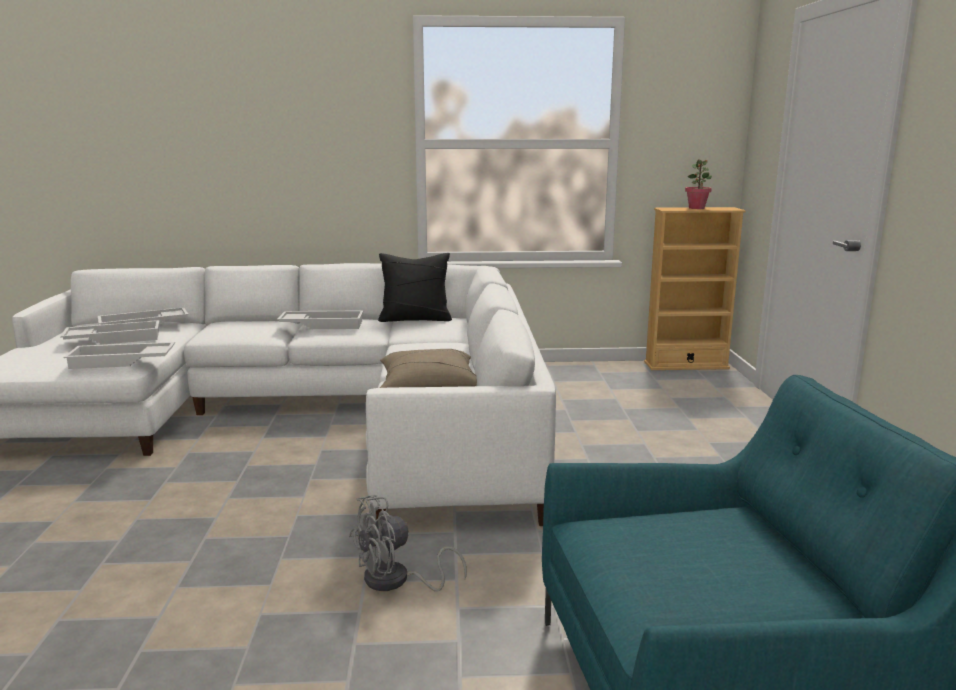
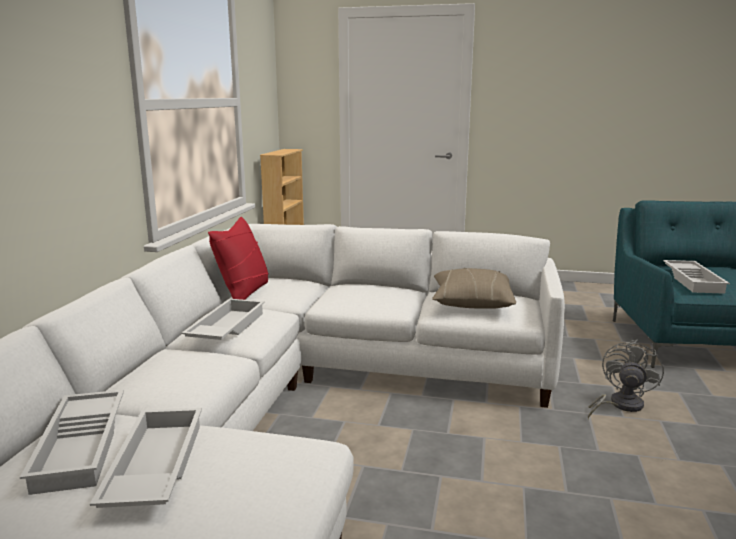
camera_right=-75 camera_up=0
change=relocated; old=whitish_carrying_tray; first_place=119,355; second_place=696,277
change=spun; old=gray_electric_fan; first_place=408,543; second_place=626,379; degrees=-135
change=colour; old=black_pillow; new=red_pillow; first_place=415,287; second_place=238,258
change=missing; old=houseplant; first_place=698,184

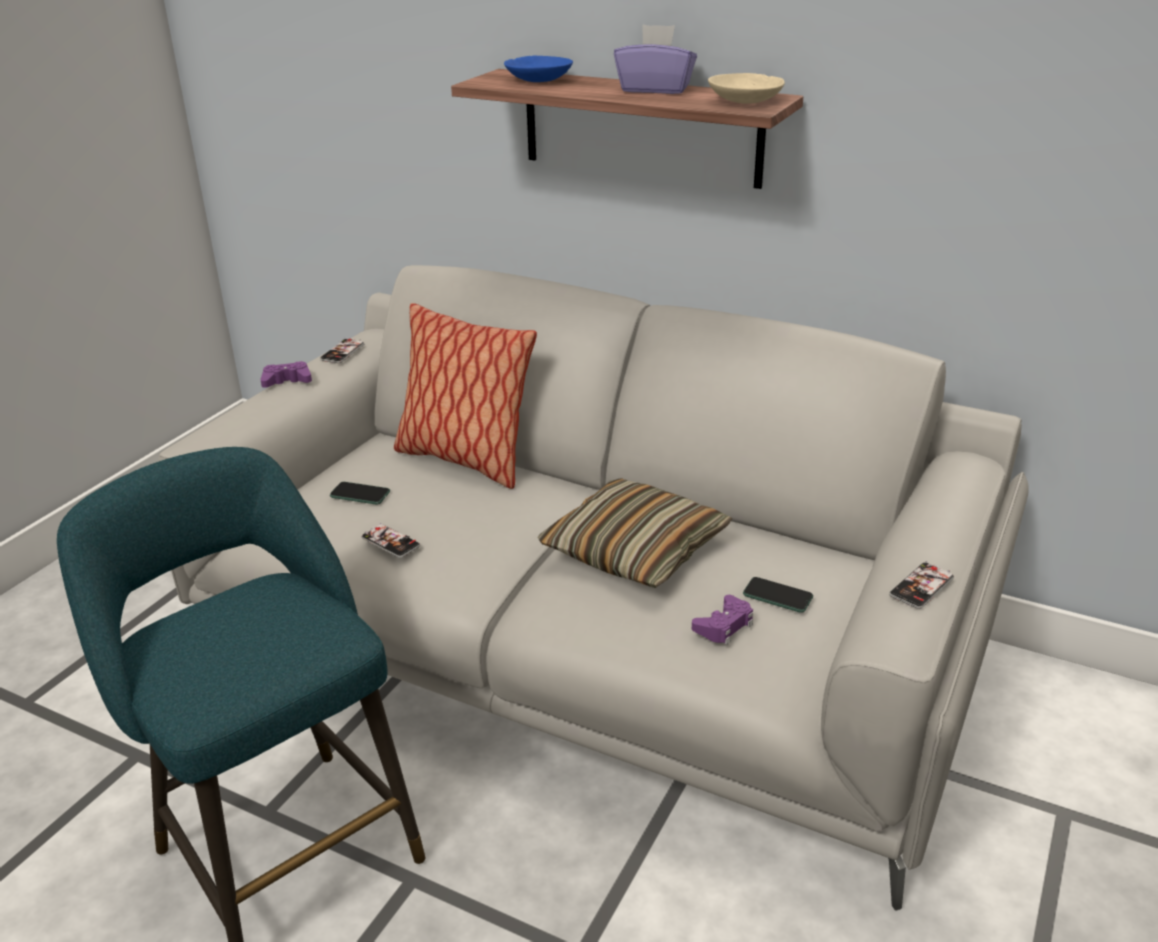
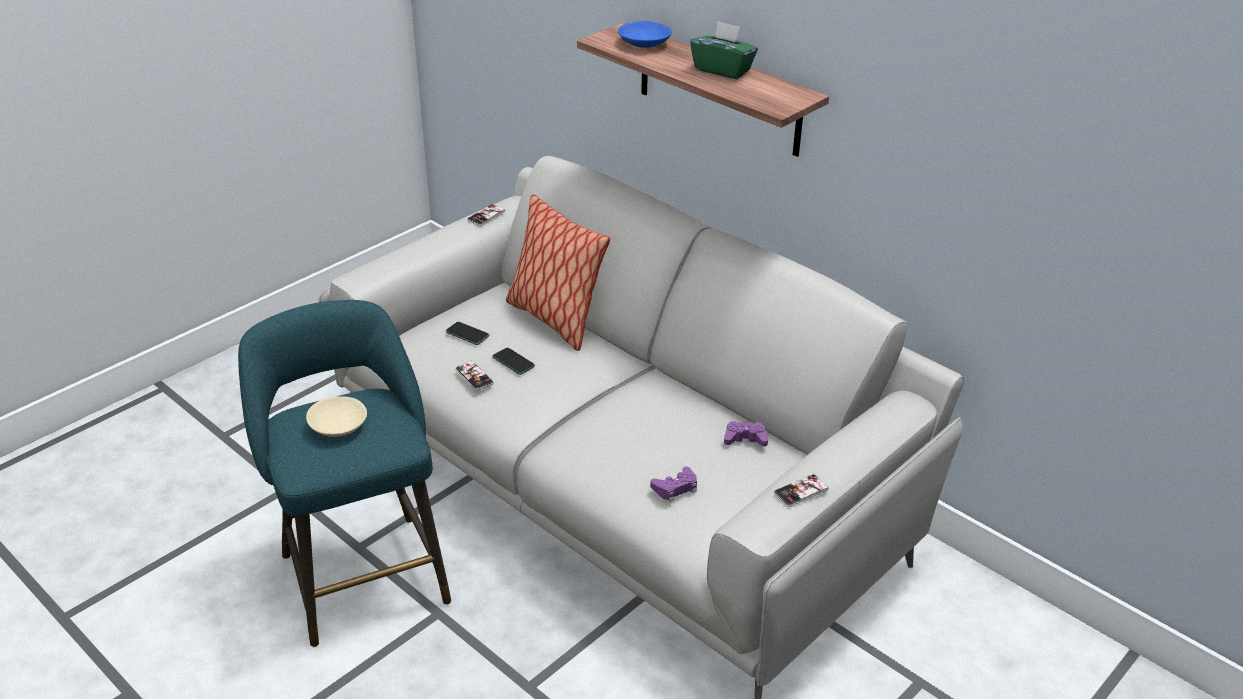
camera_right=15 camera_up=5
change=relocated; old=purple-coloured_gamepad; first_place=286,374; second_place=746,433
change=missing; old=pillow; first_place=635,533
change=colour; old=purple-coloured_tissue_box; new=green-coloured_tissue_box; first_place=655,59; second_place=724,50
change=relocated; old=sand-coloured_bowl; first_place=746,88; second_place=336,416
change=relocated; old=phone; first_place=778,595; second_place=513,361

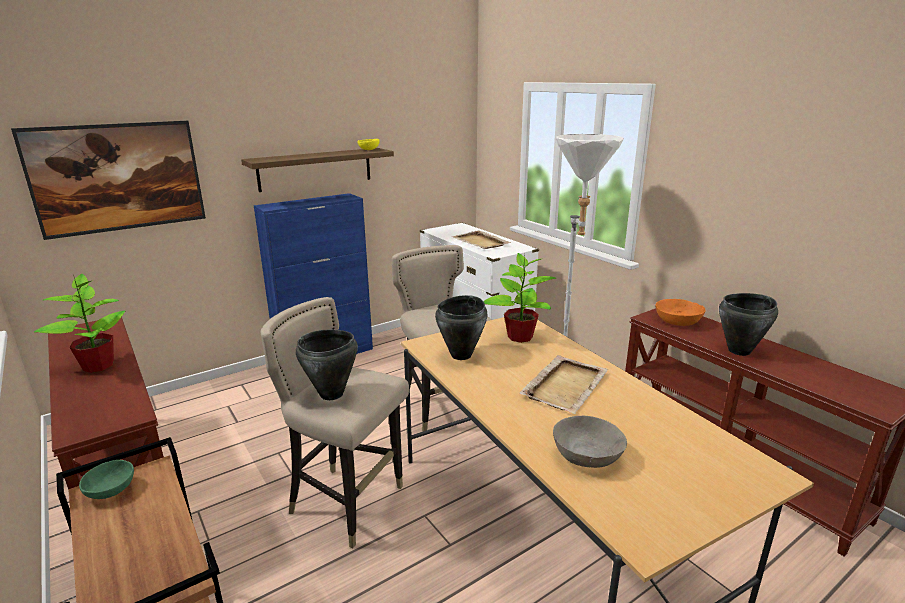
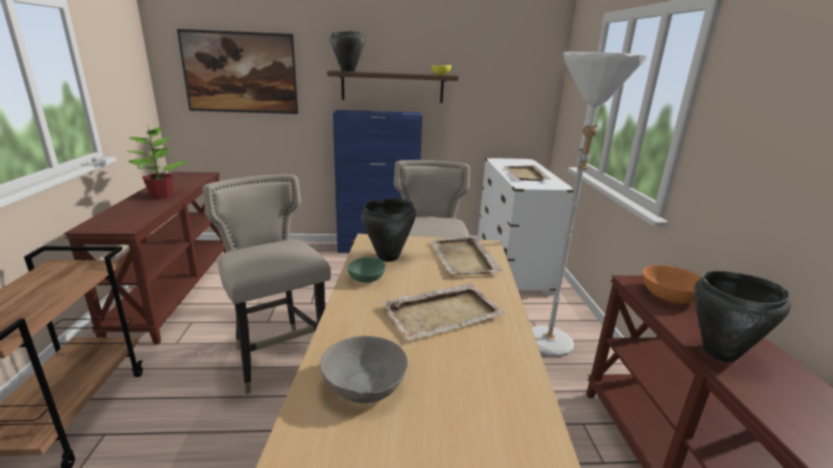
camera_right=30 camera_up=0
change=relocated; old=green-coloured_bowl; first_place=106,479; second_place=367,270
change=relocated; old=black_stockpot; first_place=327,365; second_place=347,51
change=exchanged; old=houseplant; new=sand-coloured_carrying_tray; first_place=520,298; second_place=466,255

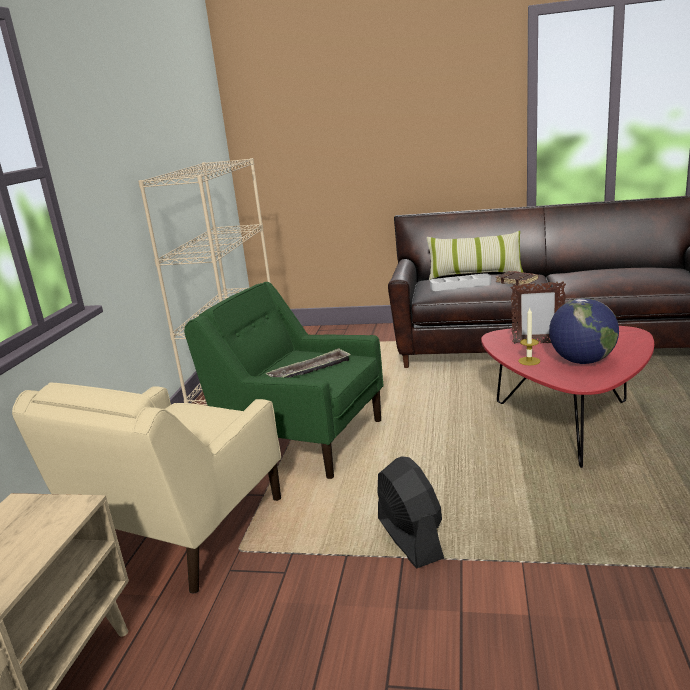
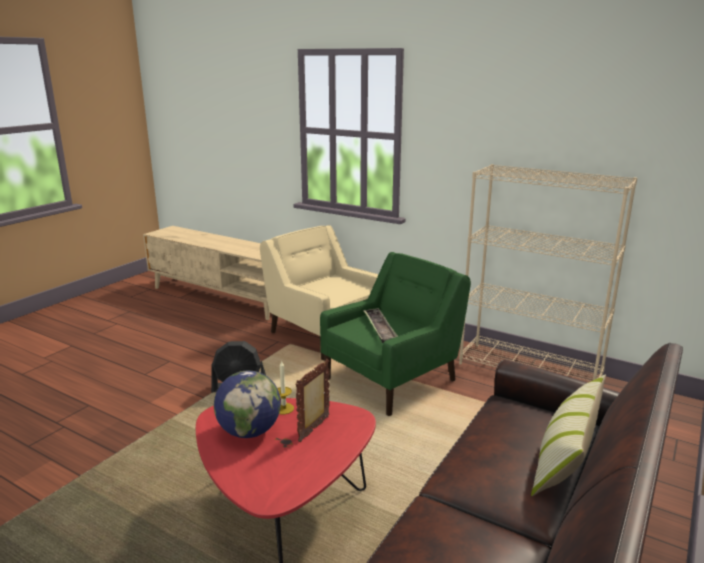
camera_right=110 camera_up=0
change=missing; old=gray_carrying_tray; first_place=460,282
change=missing; old=brown_book; first_place=517,278

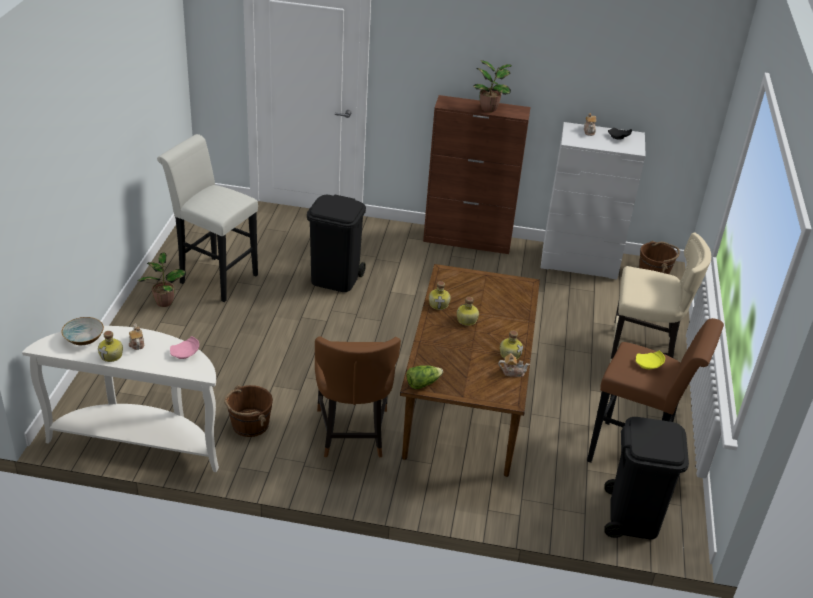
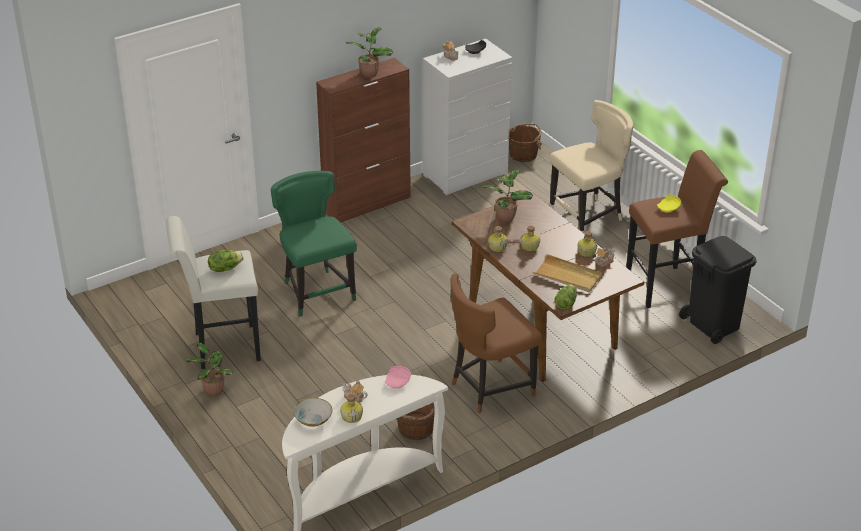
camera_right=-40 camera_up=0
change=exchanged; old=black_waste_bin; new=green-coloured_upright_chair; first_place=336,243; second_place=314,244
change=spun; old=brown_upright_chair; first_place=358,397; second_place=496,344; degrees=105
change=appeared; new=lettuce; second_place=225,261
change=appeared; new=houseplant; second_place=507,195
change=appeared; new=sand-coloured_carrying_tray; second_place=567,273

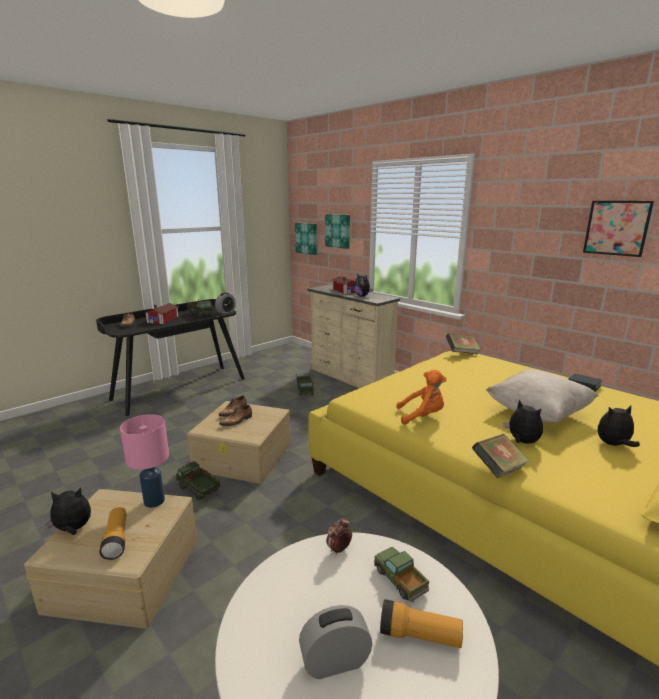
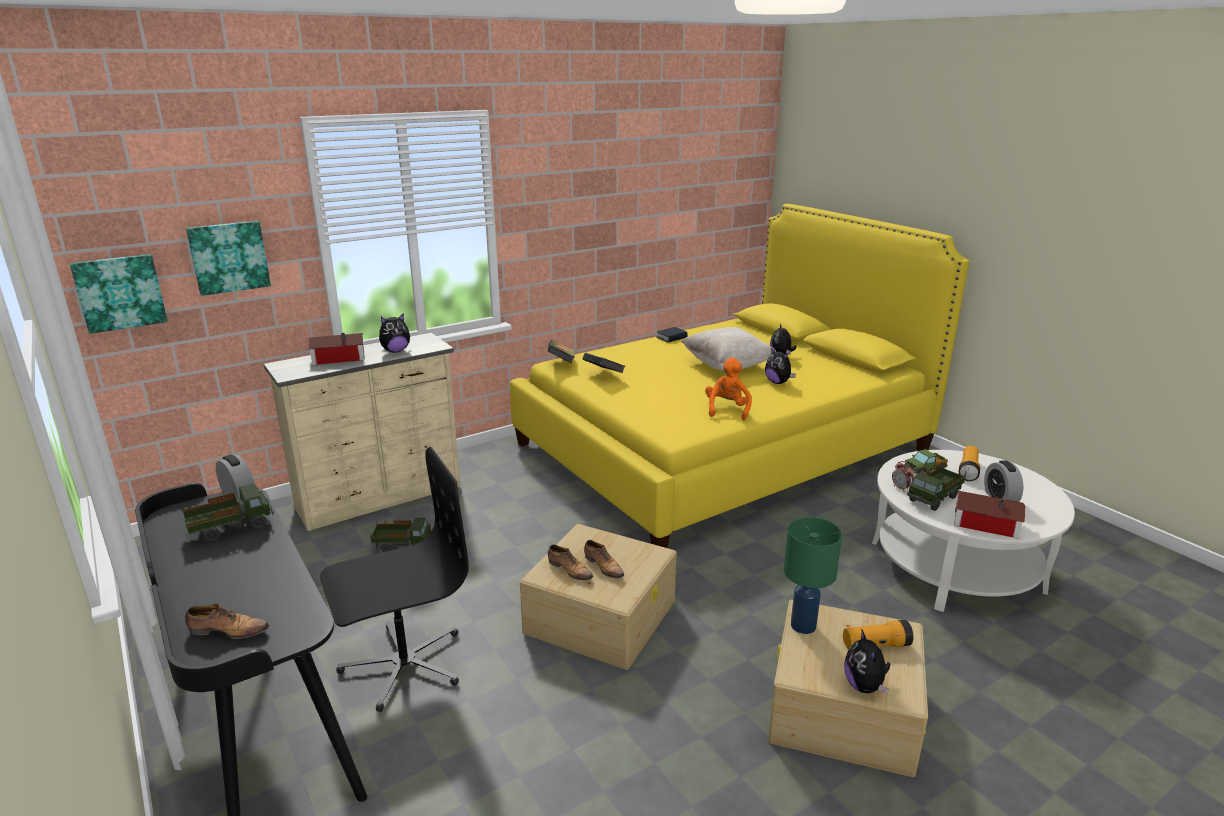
camera_right=-80 camera_up=5
change=colour; old=pink_tabletop_lamp; new=green-coloured_tabletop_lamp; first_place=144,461; second_place=813,575
change=relocated; old=model_house; first_place=161,313; second_place=989,515
change=relocated; old=model_truck; first_place=198,481; second_place=936,486
change=relocated; old=book; first_place=500,456; second_place=604,363
change=spun; old=plush_toy; first_place=523,422; second_place=780,365; degrees=-105
change=missing; old=wall_picture; first_place=618,229
change=appeared; new=black_office_chair; second_place=394,579

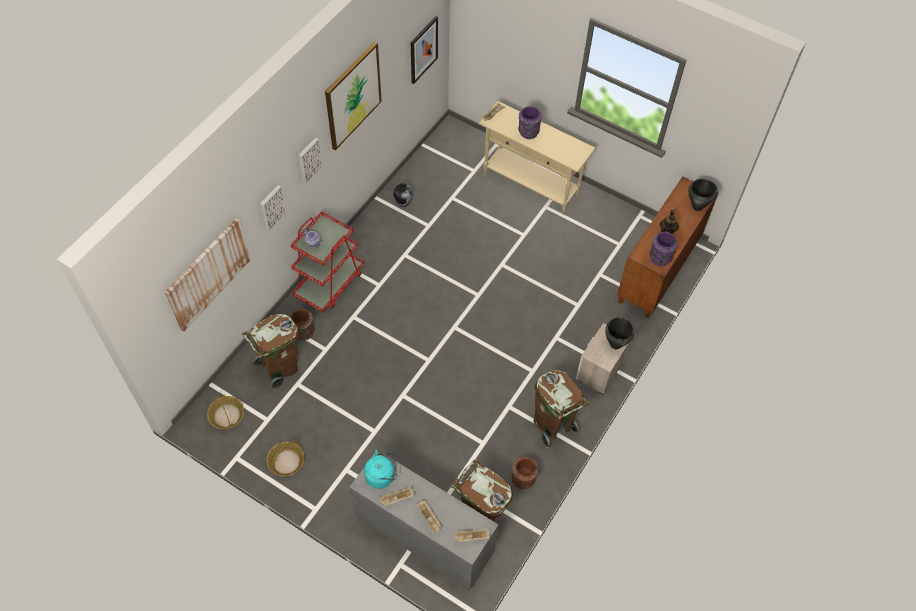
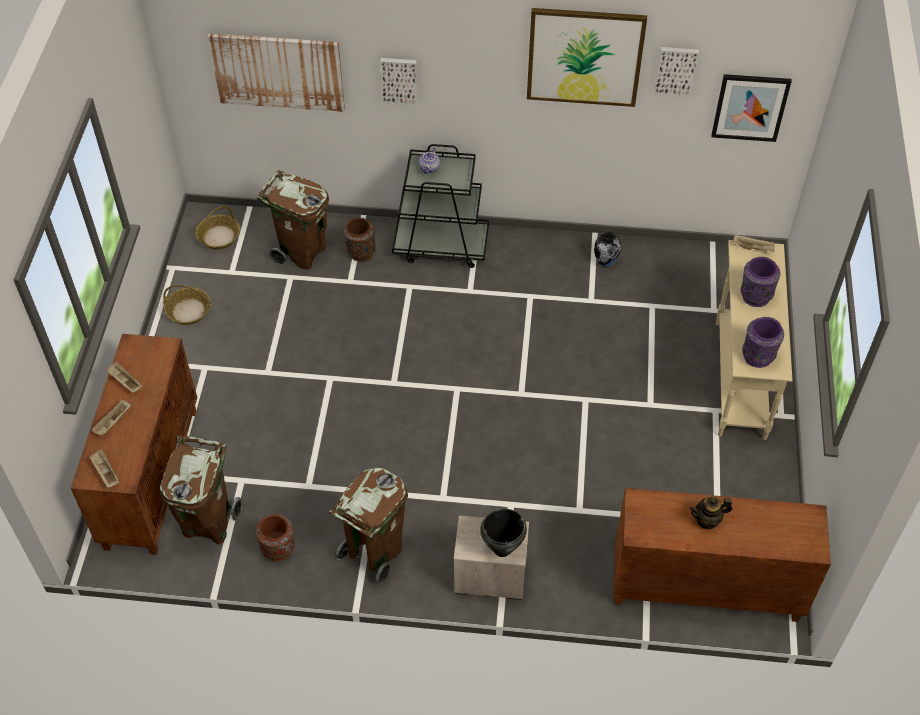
camera_right=65 camera_up=-5
change=colour; old=red_wheeled_cart; new=black_wheeled_cart; first_place=327,261; second_place=440,206
change=relocated; old=wall_picture; first_place=311,160; second_place=676,72
change=colour; old=gray_cupboard; new=brown_cupboard; first_place=424,520; second_place=134,444
change=missing; old=turquoise_water_kettle; first_place=380,469
change=relocated; old=purple-coloured_vase; first_place=664,249; second_place=763,342
change=missing; old=black_stockpot; first_place=703,195

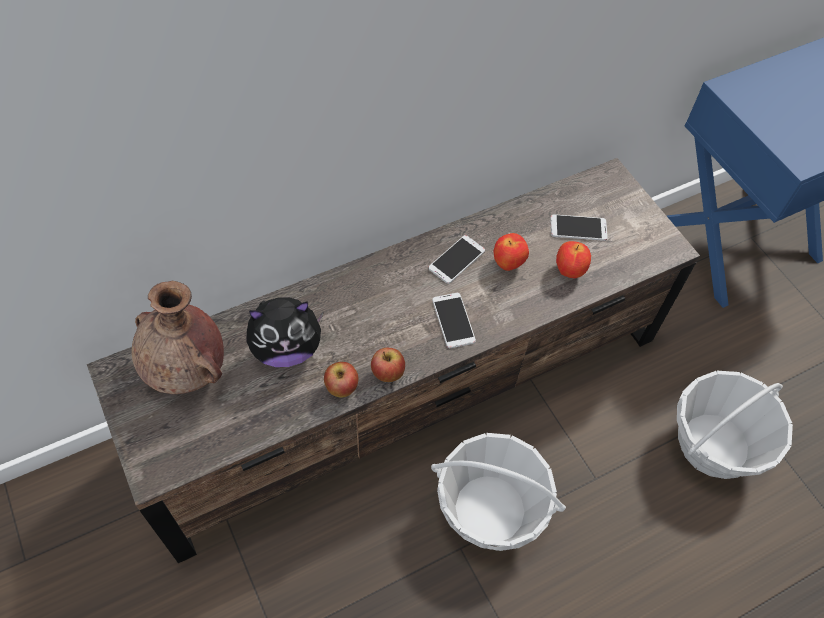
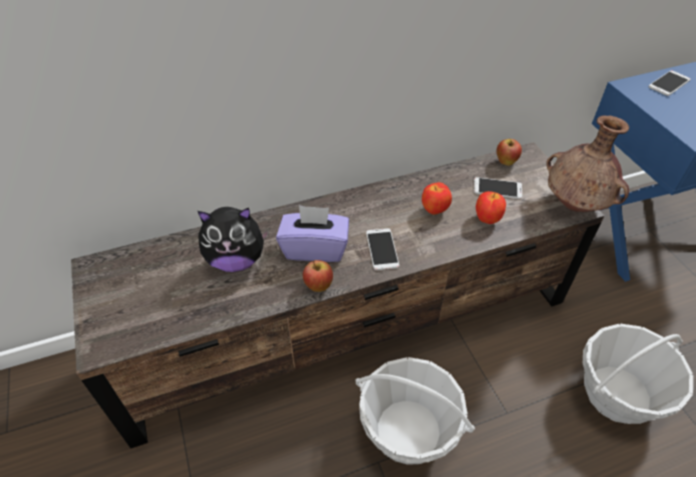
camera_right=10 camera_up=-10
change=relocated; old=brown_vase; first_place=178,337; second_place=588,163
change=relocated; old=apple_fruit; first_place=341,380; second_place=509,152
change=relocated; old=phone; first_place=457,259; second_place=669,83
change=appeared; new=purple-coloured_tissue_box; second_place=312,233

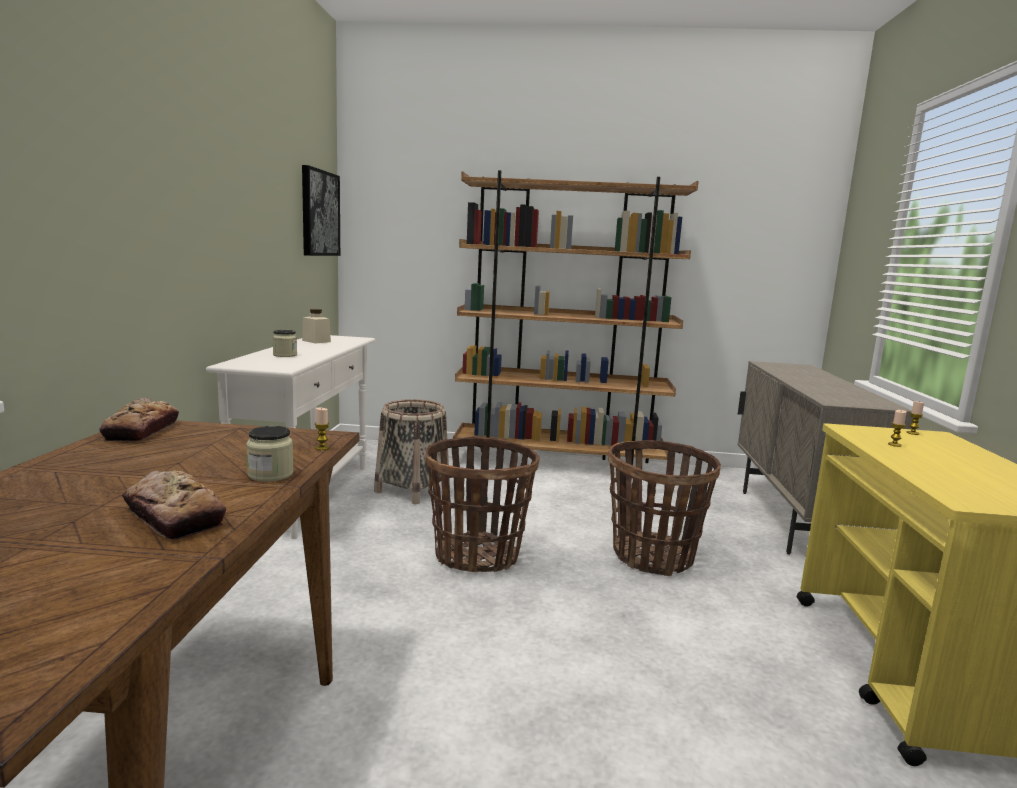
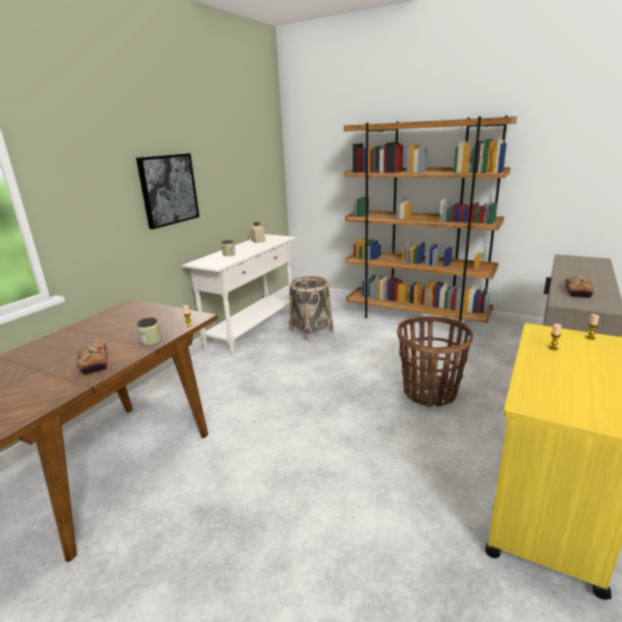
camera_right=25 camera_up=10
change=relocated; old=bakery_bread; first_place=139,420; second_place=579,286
change=relocated; old=wall_picture; first_place=321,210; second_place=167,191
change=missing; old=basket; first_place=482,504

